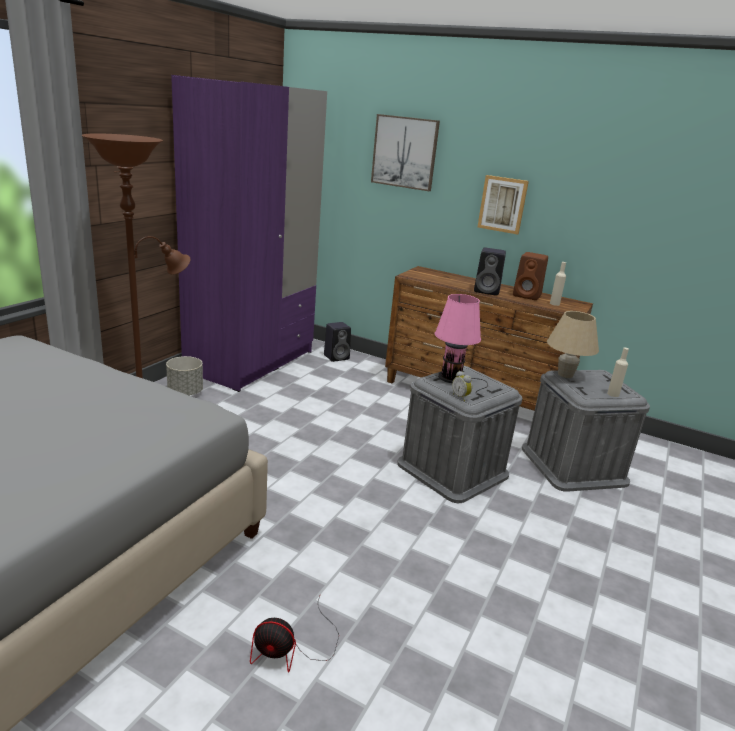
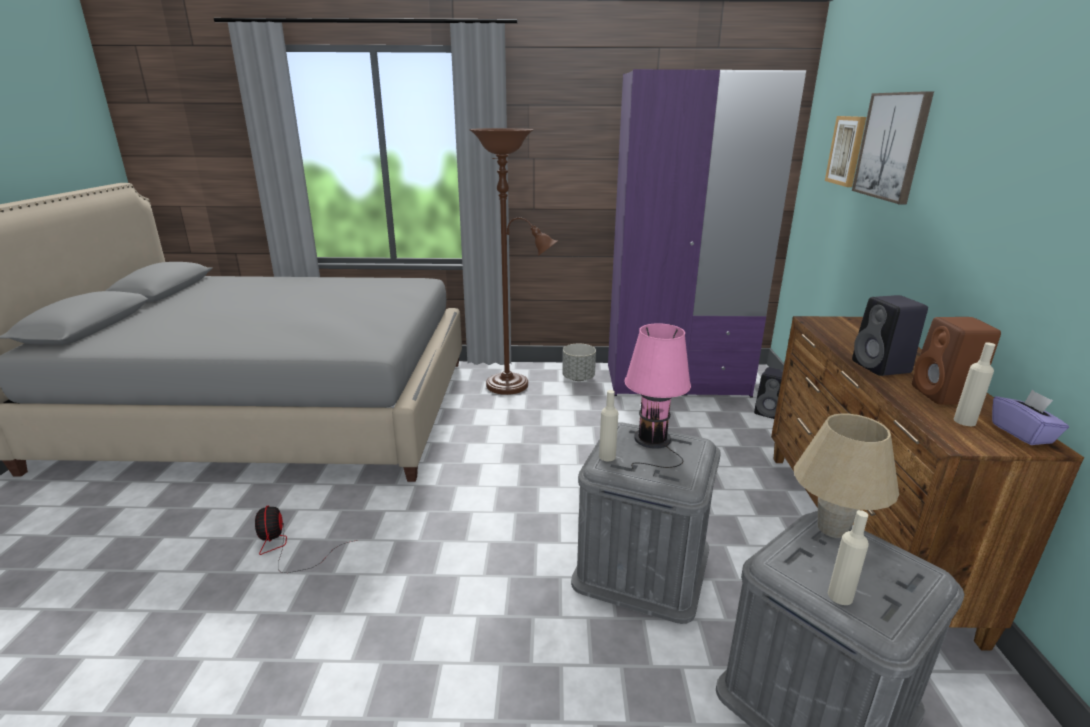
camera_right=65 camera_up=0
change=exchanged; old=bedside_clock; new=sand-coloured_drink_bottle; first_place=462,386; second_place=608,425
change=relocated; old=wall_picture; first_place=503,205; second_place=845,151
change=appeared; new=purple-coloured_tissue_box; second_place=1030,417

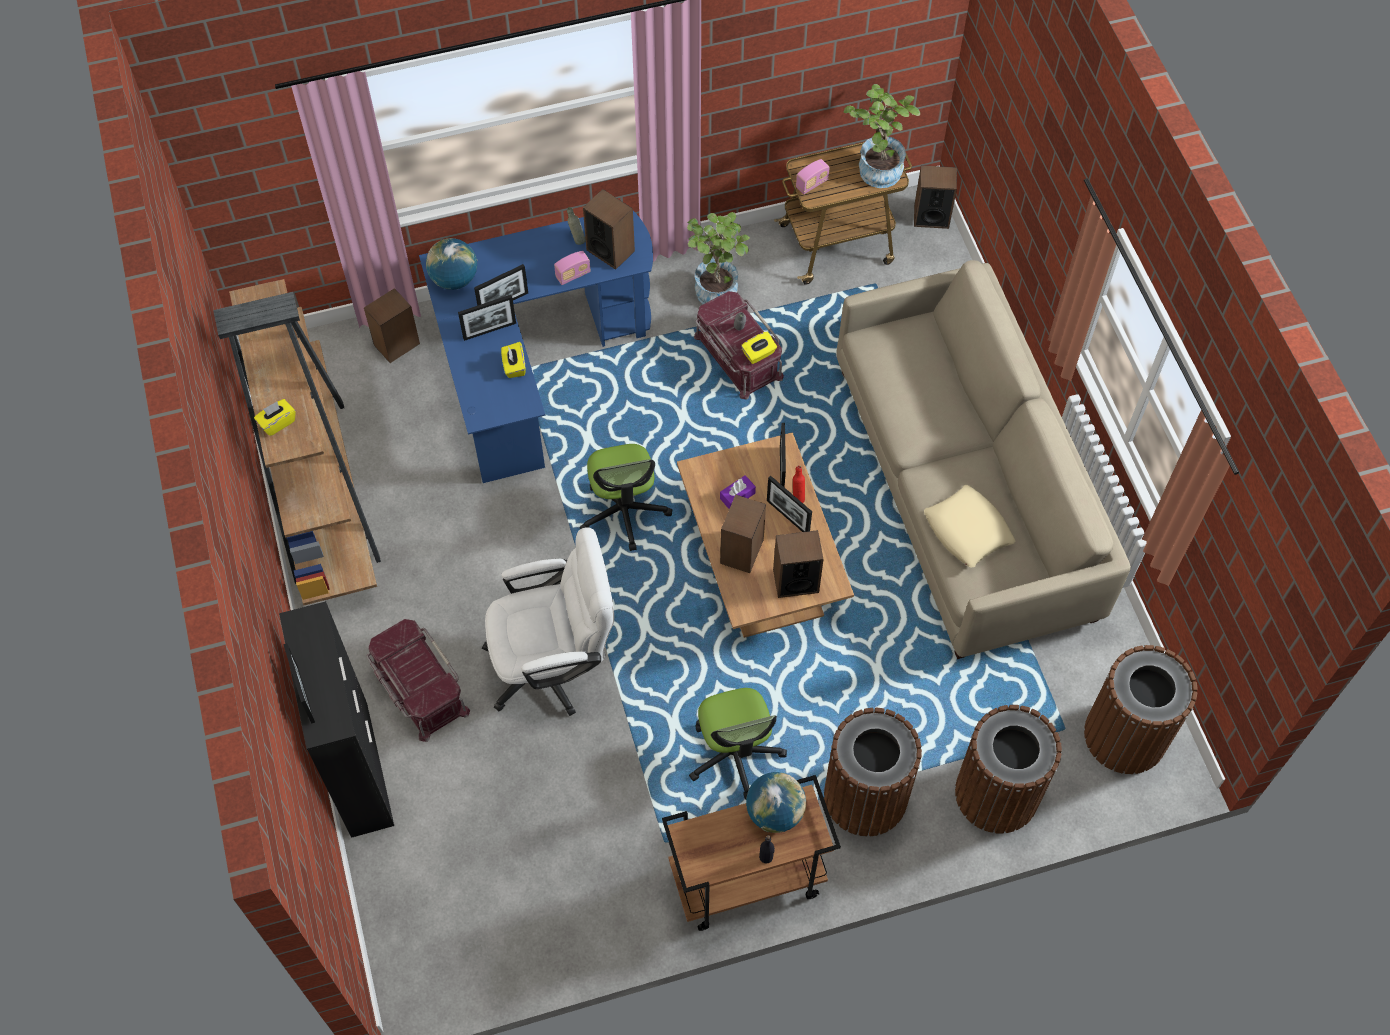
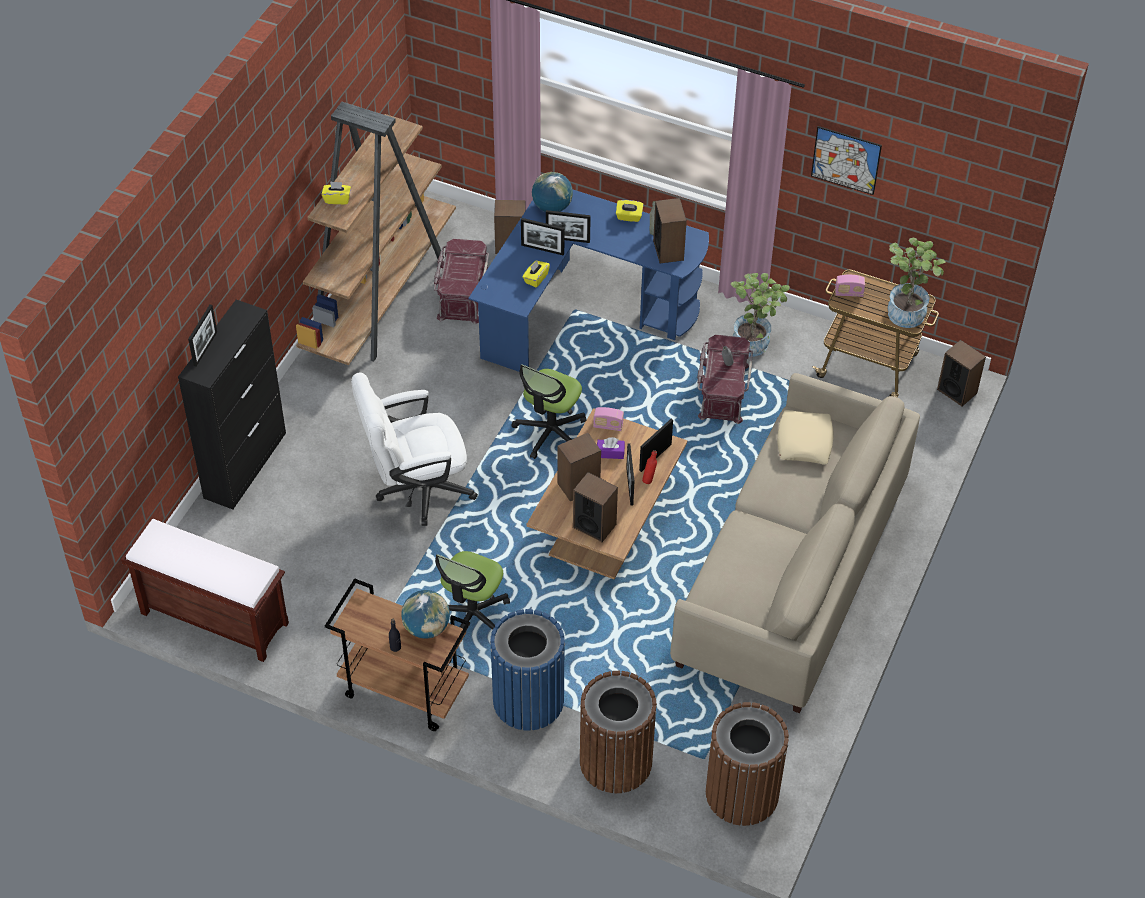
camera_right=40 camera_up=-10
change=relocated; old=red_storage_container; first_place=418,680; second_place=461,281
change=spun; old=whitish_office_chair; first_place=548,621; second_place=414,449; degrees=135
change=relocated; old=radio; first_place=572,268; second_place=608,419
change=relocated; old=yellow_tissue_box; first_place=759,348; second_place=630,211
change=colour; old=brown_waste_bin; new=blue_waste_bin; first_place=873,772; second_place=527,670
change=relocated; old=sand-coloured_pillow; first_place=969,526; second_place=805,437
change=appeared; new=brown_long_seat; second_place=205,590
change=appeared; new=wall_picture; second_place=846,160

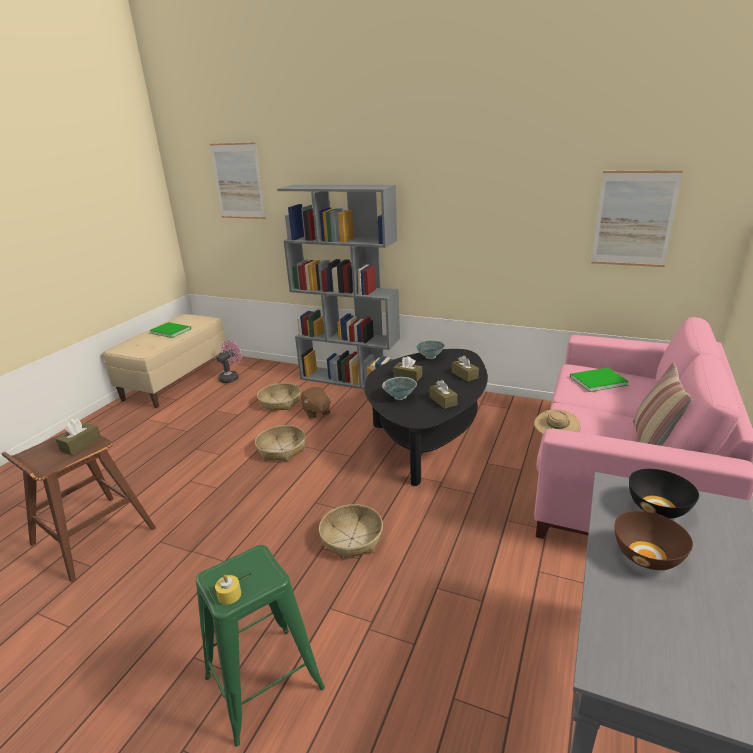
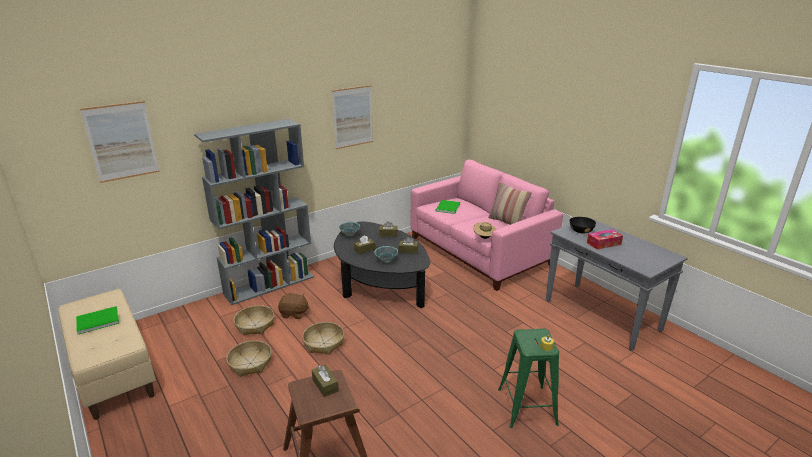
camera_right=-60 camera_up=0
change=missing; old=pink_electric_fan; first_place=229,362
change=relocated; old=basket; first_place=351,532; second_place=249,358
change=relocated; old=wall_picture; first_place=637,218; second_place=352,117
change=exchanged; old=brown_bowl; new=tissue_box; first_place=654,540; second_place=605,239

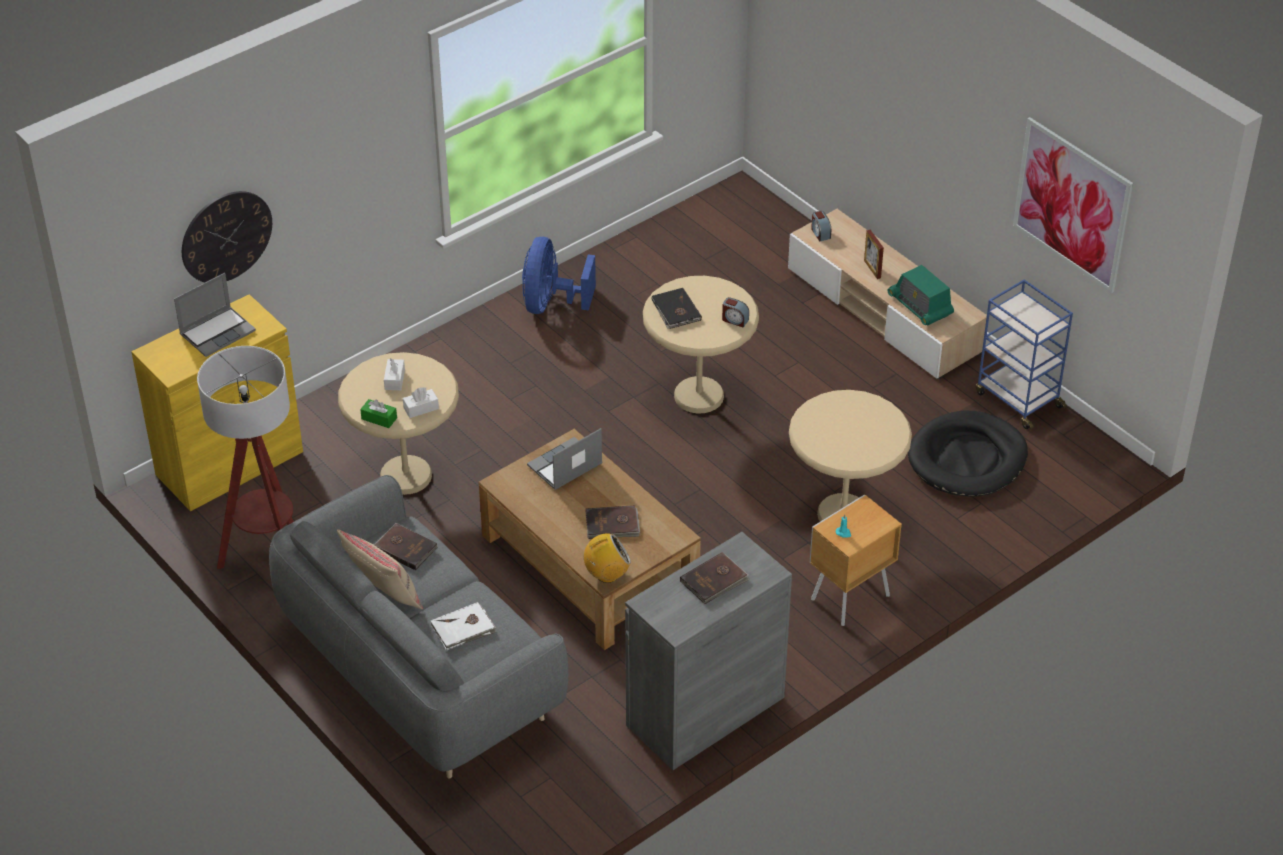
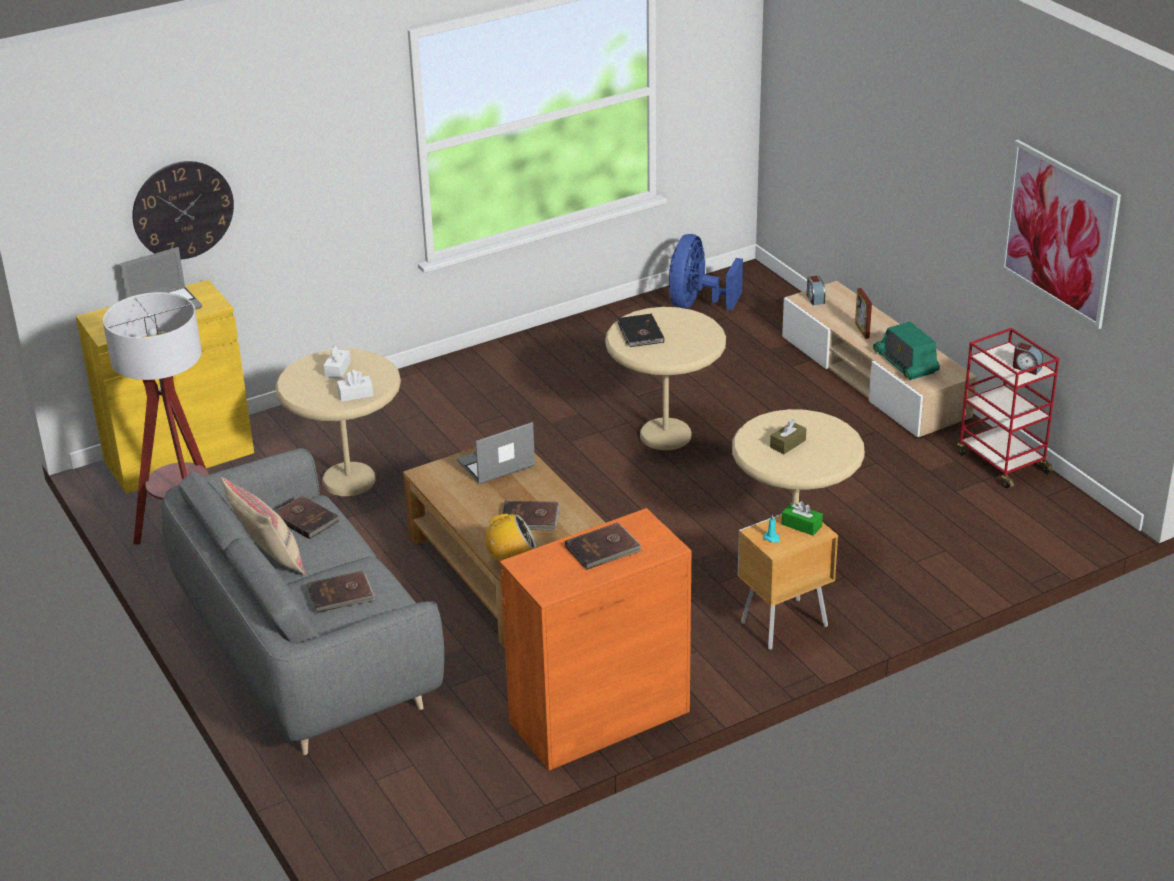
camera_right=10 camera_up=-10
change=relocated; old=green-coloured_tissue_box; first_place=378,413; second_place=802,518
change=colour; old=whitish_book; new=brown_book; first_place=463,626; second_place=341,592
change=relocated; old=blue_electric_fan; first_place=559,275; second_place=706,272
change=colour; old=gray_cupboard; new=orange-coloured_cupboard; first_place=708,651; second_place=595,639
change=relocated; old=bedside_clock; first_place=735,312; second_place=1028,359
change=missing; old=black_pet_bed; first_place=968,454
change=colour; old=blue_wheeled_cart; new=red_wheeled_cart; first_place=1024,354; second_place=1008,408
change=appeared; new=brown_tissue_box; second_place=788,436

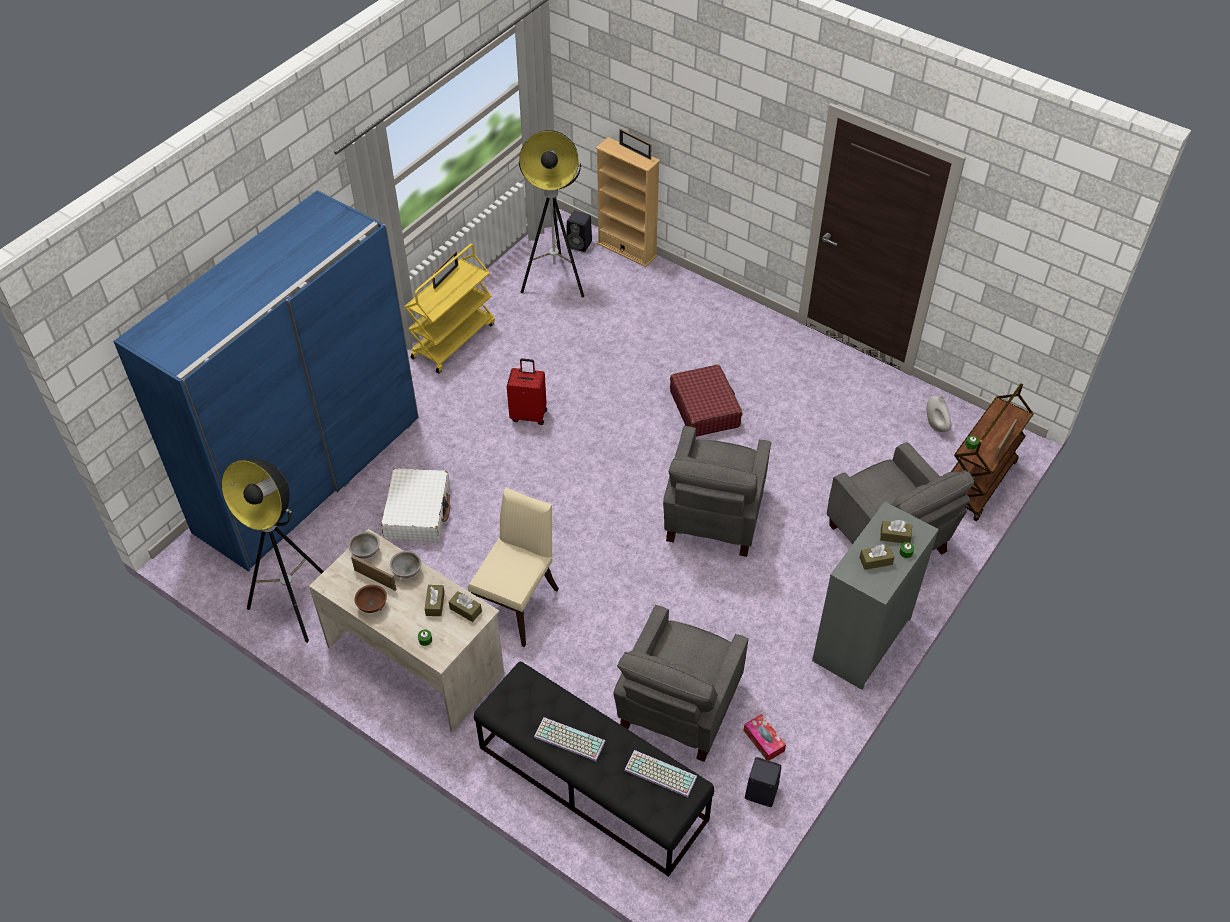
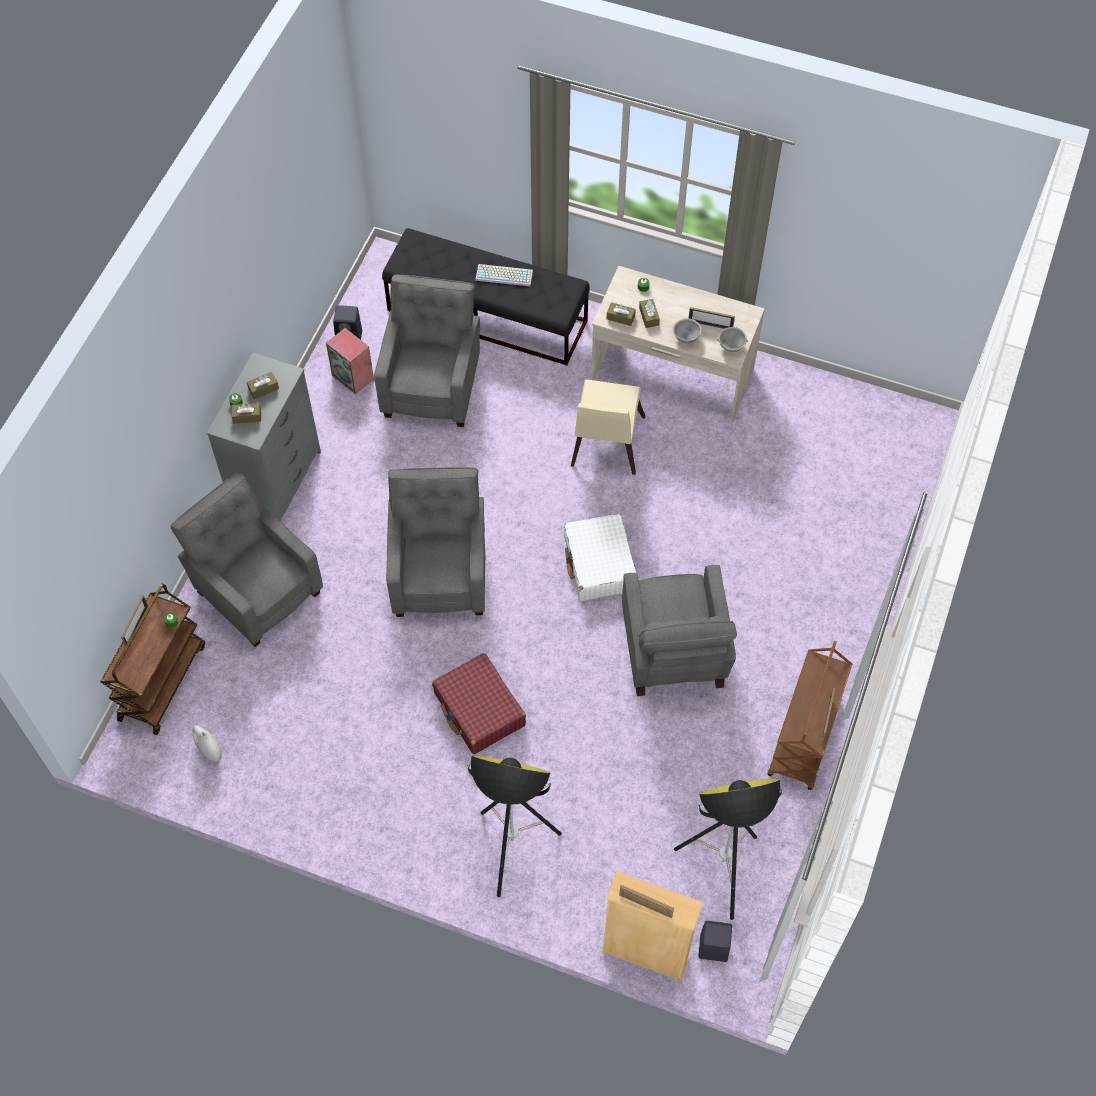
camera_right=165 camera_up=10
change=missing; old=blue_clothes_cupboard; first_place=266,381
change=relocated; old=standing_lamp; first_place=273,550; second_place=514,826
change=missing; old=brown_bowl; first_place=370,599
change=relocated; old=whitish_piece_of_luggage; first_place=415,505; second_place=600,557
change=colour; old=yellow_wheeled_cart; new=brown_wheeled_cart; first_place=450,309; second_place=809,715
change=exchanged; old=red_piece_of_luggage; new=gray_armchair; first_place=527,391; second_place=679,630
change=missing; old=computer_keyboard; first_place=660,774
change=exchanged; old=tissue_box; new=speaker; first_place=765,737; second_place=350,361

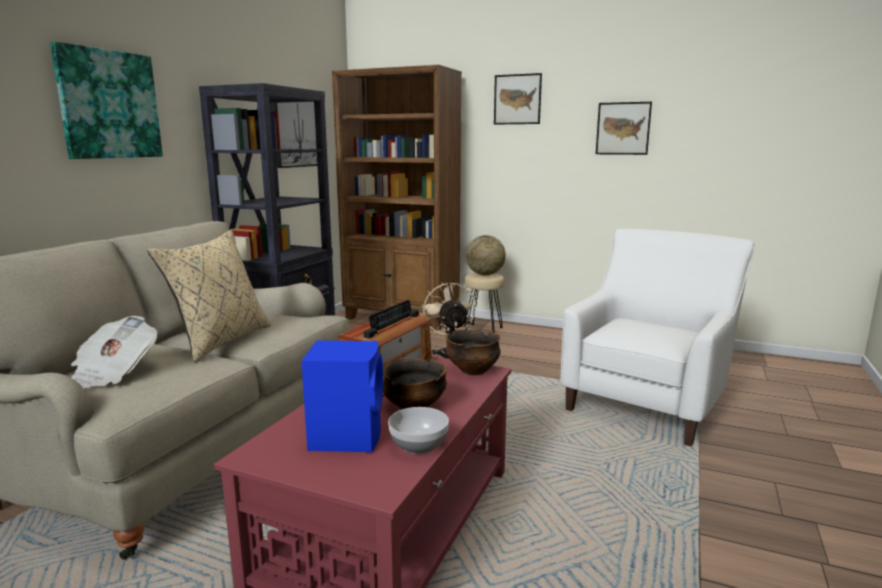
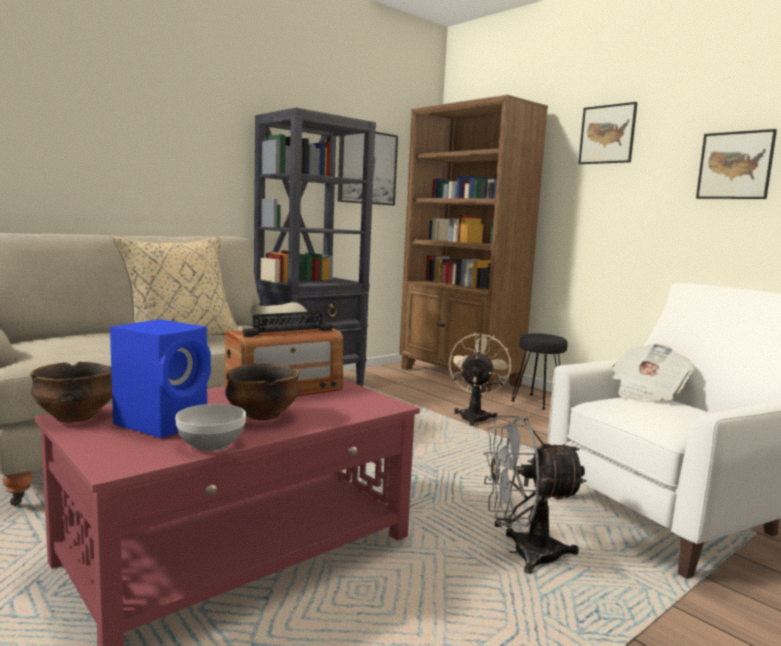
camera_right=25 camera_up=-5
change=missing; old=wall_picture; first_place=106,100
change=relocated; old=newspaper; first_place=114,352; second_place=653,372
change=relocated; old=bowl; first_place=473,352; second_place=71,392
change=colour; old=sand-coloured_stool_seat; new=black_stool_seat; first_place=484,303; second_place=539,371
change=missing; old=world_globe; first_place=486,255
change=appeared; new=gray_electric_fan; second_place=535,494

